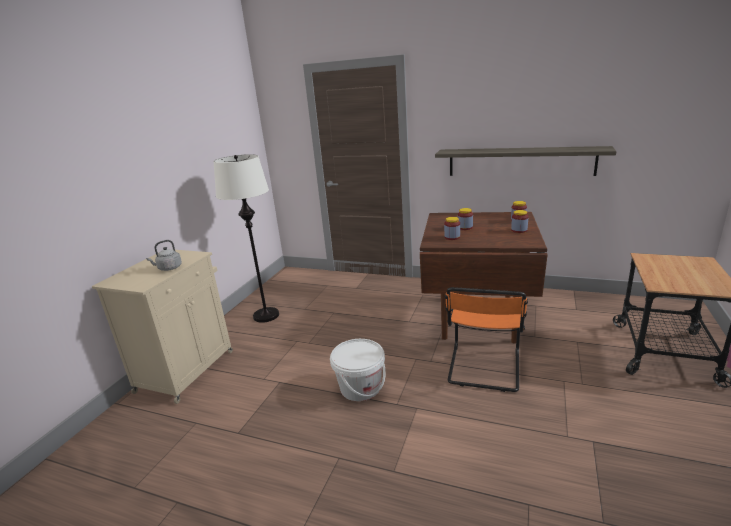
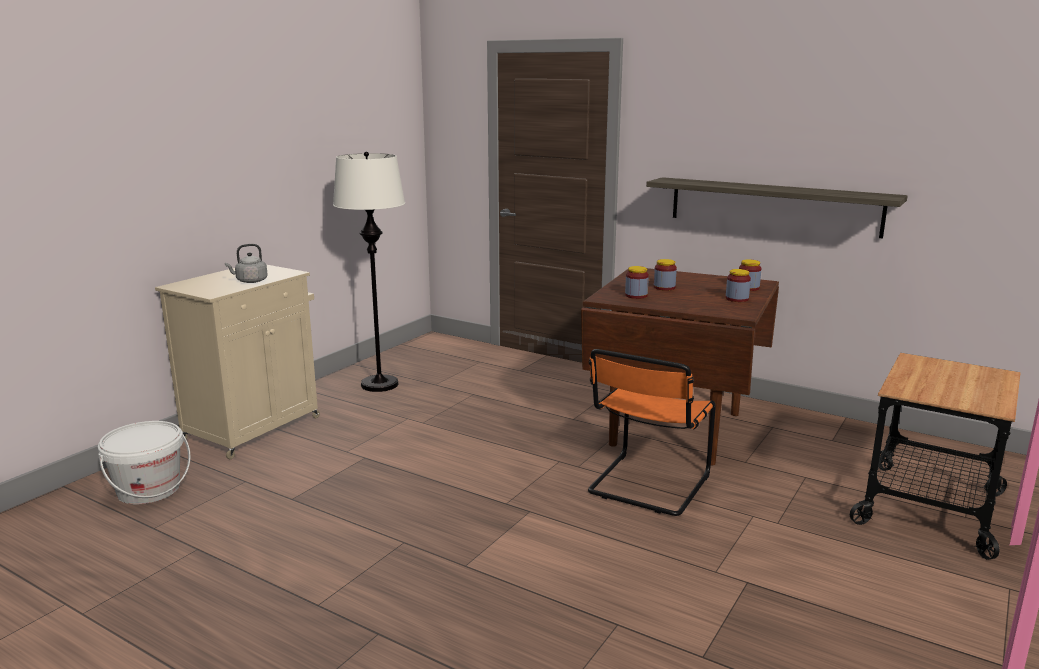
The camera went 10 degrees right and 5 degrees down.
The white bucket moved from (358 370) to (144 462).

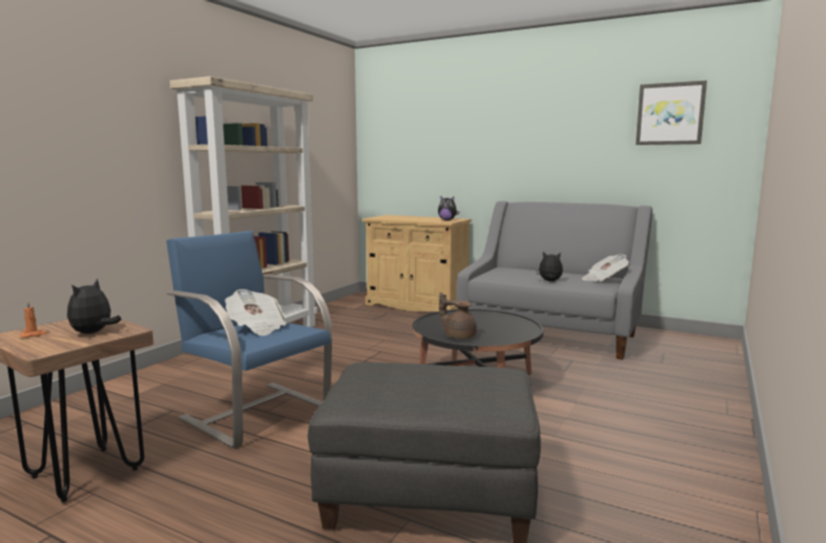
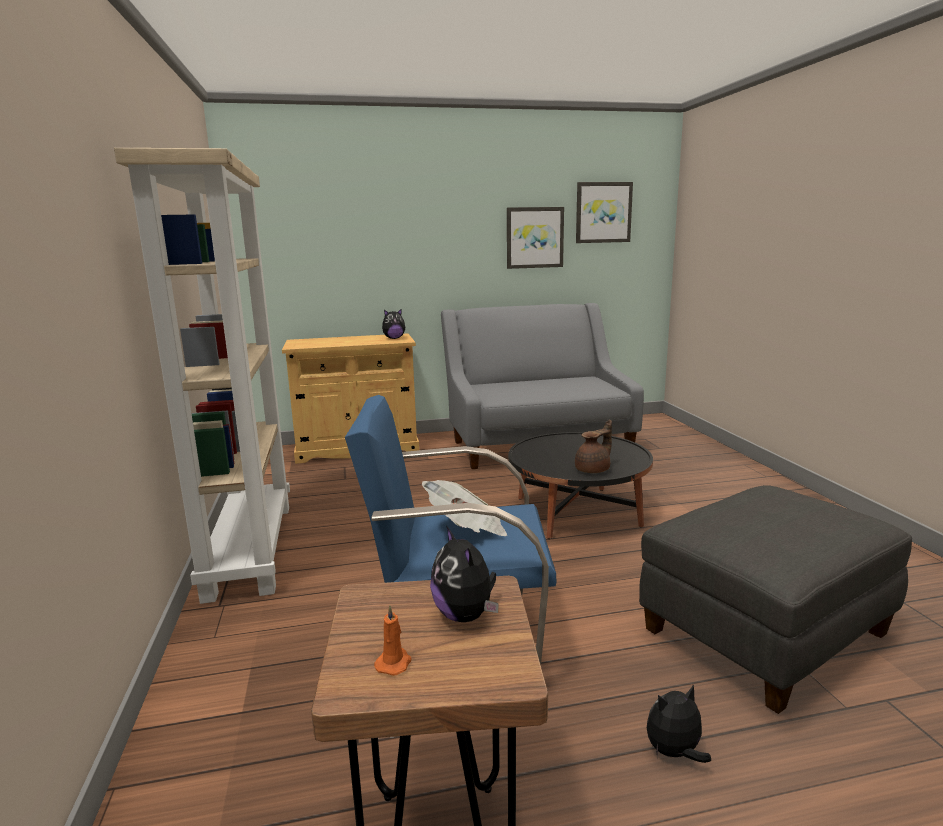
The camera went 40 degrees left and 5 degrees up.
The newspaper at (605 267) disappeared.
The picture at (535 238) appeared.
The plush toy moved from (549 266) to (679 723).
The brown teapot at (458 315) turned 150 degrees clockwise.

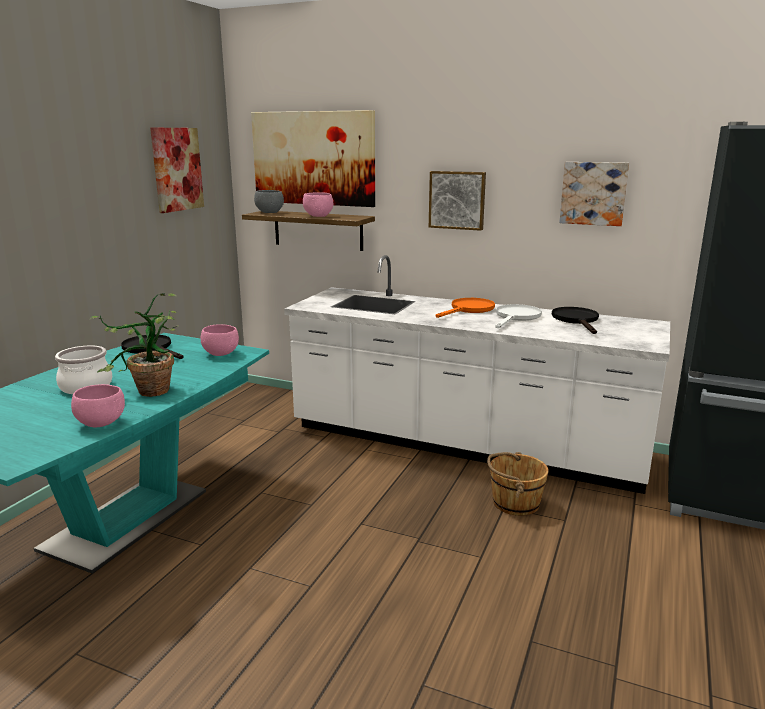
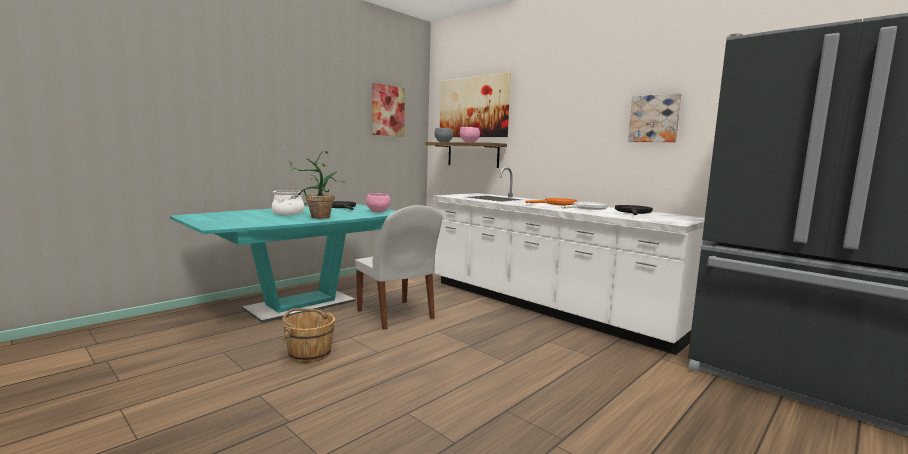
The camera went 20 degrees right and 10 degrees down.
The pink bowl at (98 405) disappeared.
The picture at (457 201) disappeared.
The white chair at (399 267) appeared.
The brown bucket moved from (518 484) to (308 335).

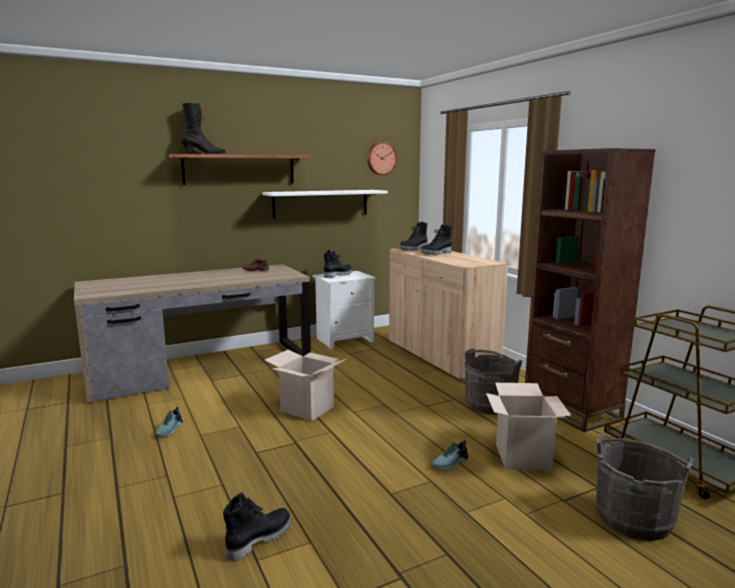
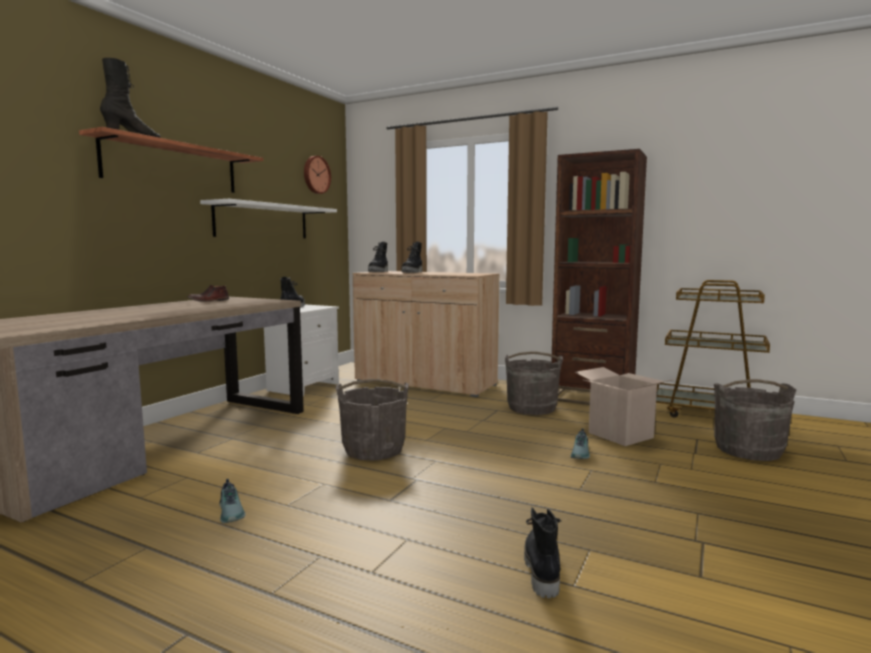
The camera went 35 degrees left and 5 degrees down.
The cardboard box at (305 385) was replaced by the grey bucket at (372 420).

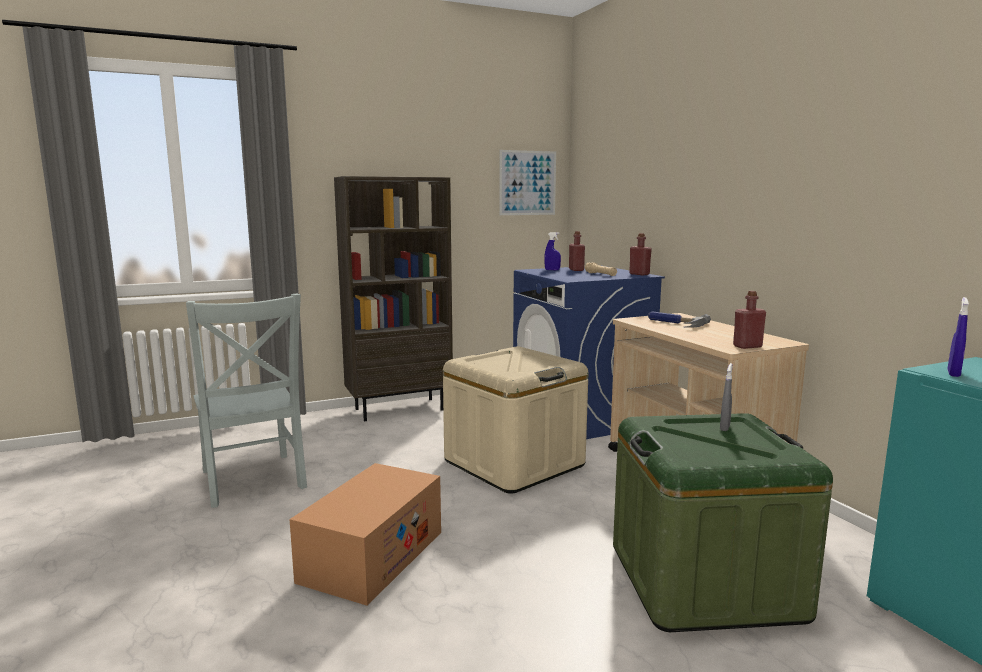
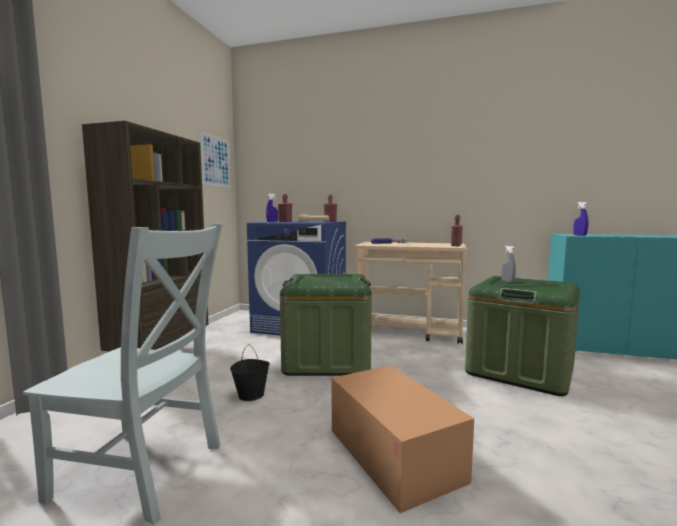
The camera went 50 degrees left and 5 degrees down.
The black bucket at (250 372) appeared.
The beige storage box at (516 420) became the green storage box at (326 325).

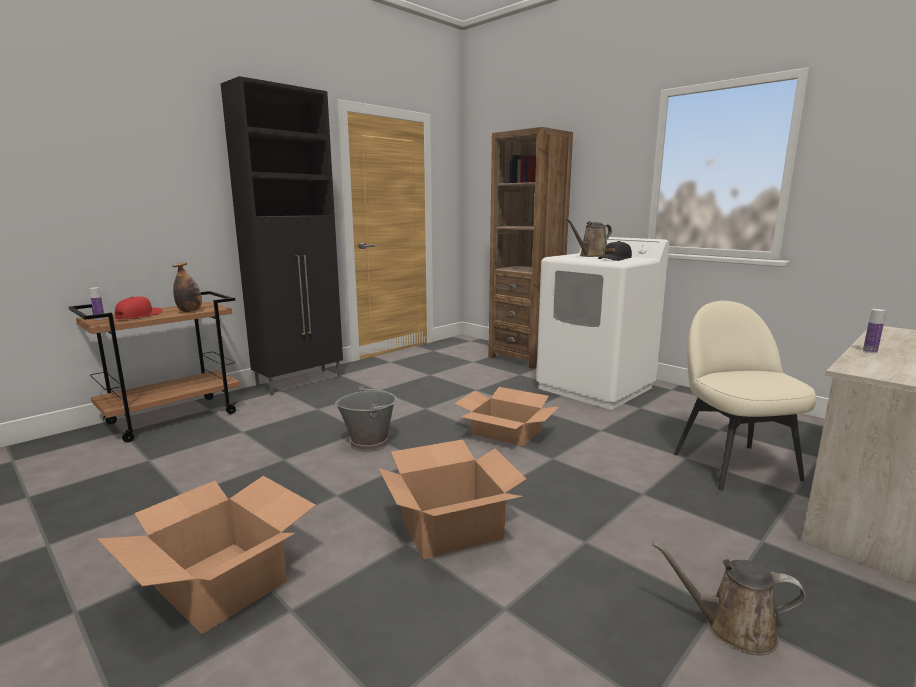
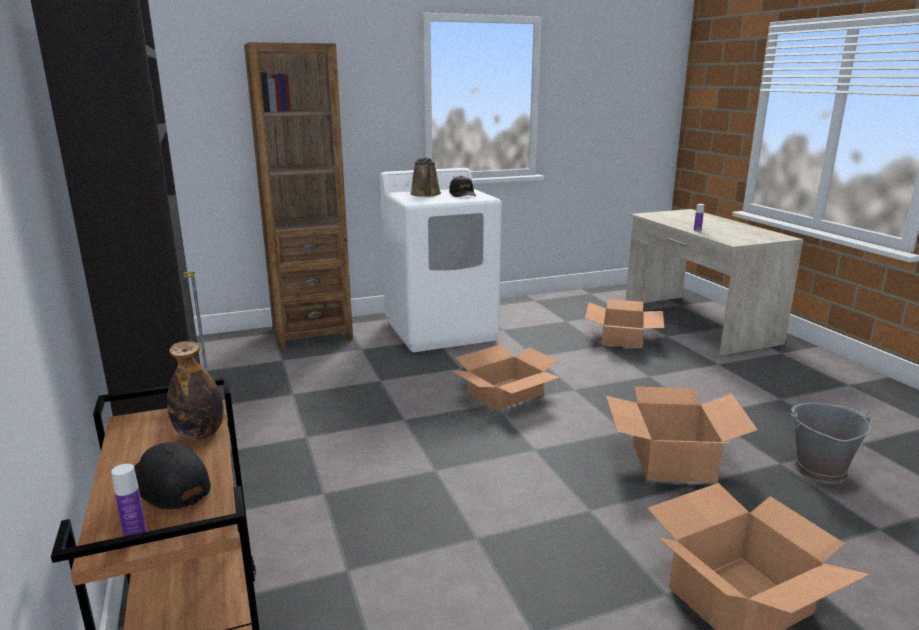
The camera went 65 degrees left and 5 degrees up.
The brown watering can at (729 598) disappeared.
The grey bucket moved from (366 419) to (831 443).
The beige chair at (745 395) was replaced by the cardboard box at (624 323).
The red cap at (138 307) became the black cap at (172 475).

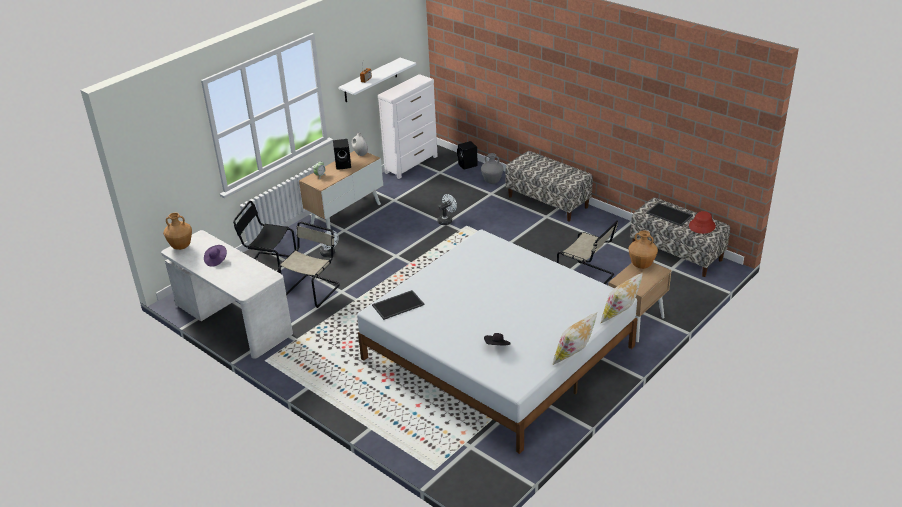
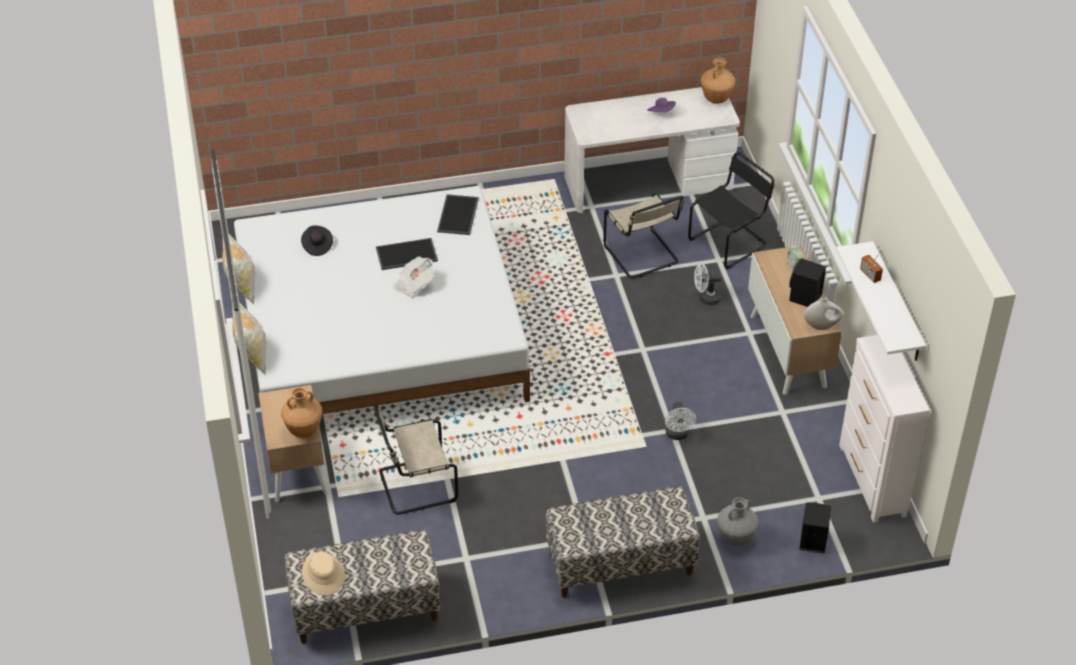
The camera went 125 degrees right and 10 degrees up.
The newspaper at (413 277) appeared.
The tray moved from (669 214) to (407 254).
The red hat at (702 222) became the beige hat at (323 573).

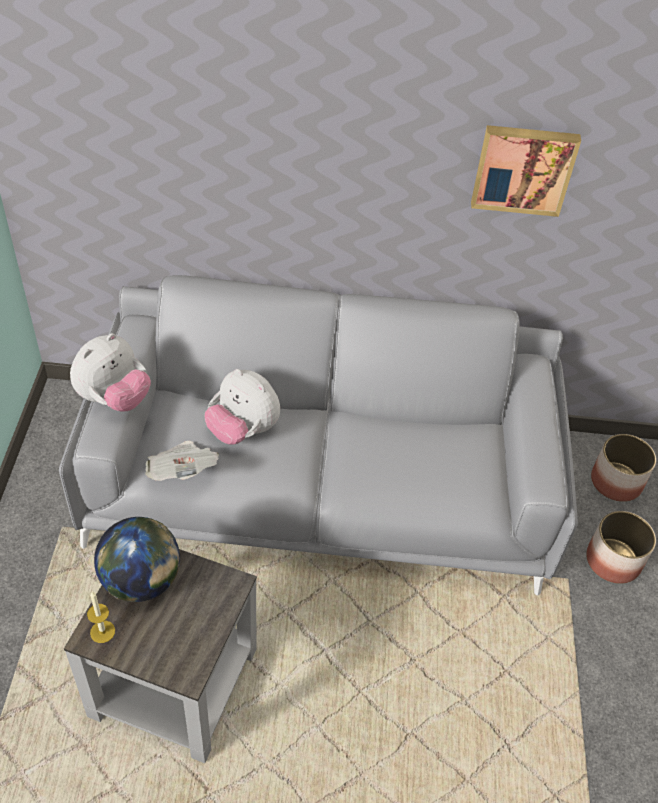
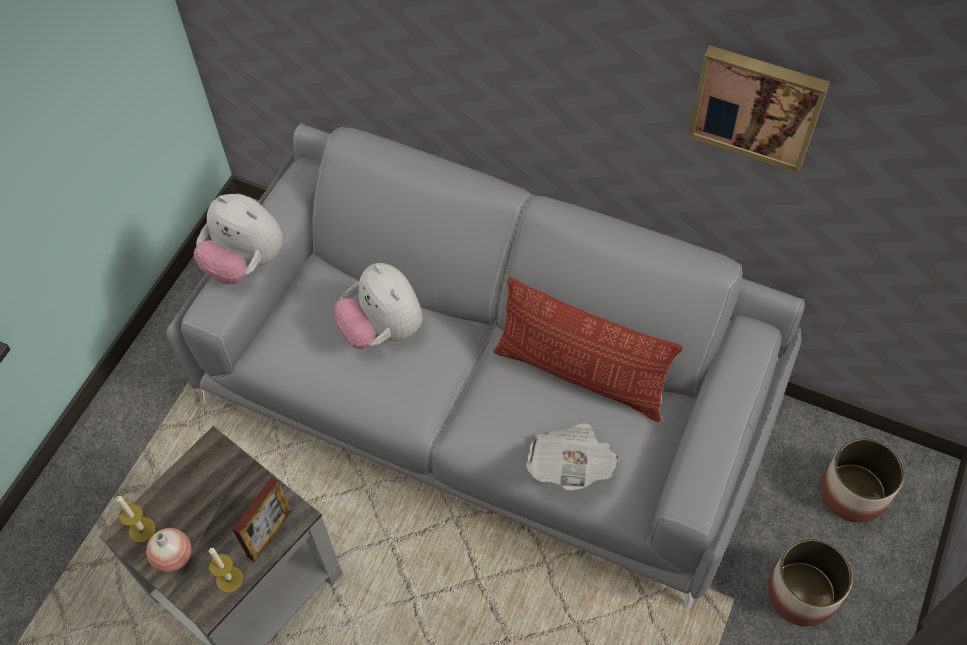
The camera went 25 degrees right and 10 degrees up.
The globe at (137 559) disappeared.
The vase at (168 550) appeared.
The candle at (226 570) appeared.
The picture frame at (262 519) appeared.
The pillow at (588 349) appeared.
The newspaper moved from (182 461) to (572 456).
The plush toy at (110 372) turned 60 degrees clockwise.

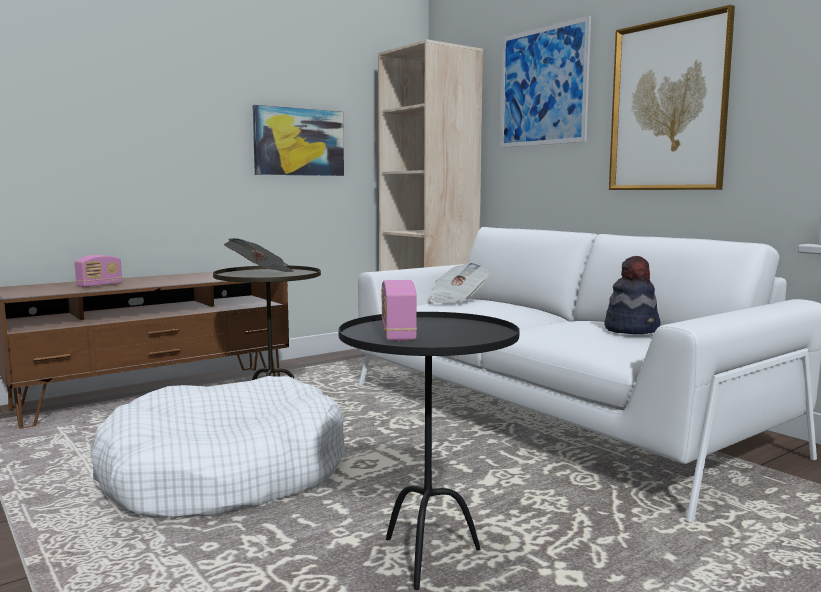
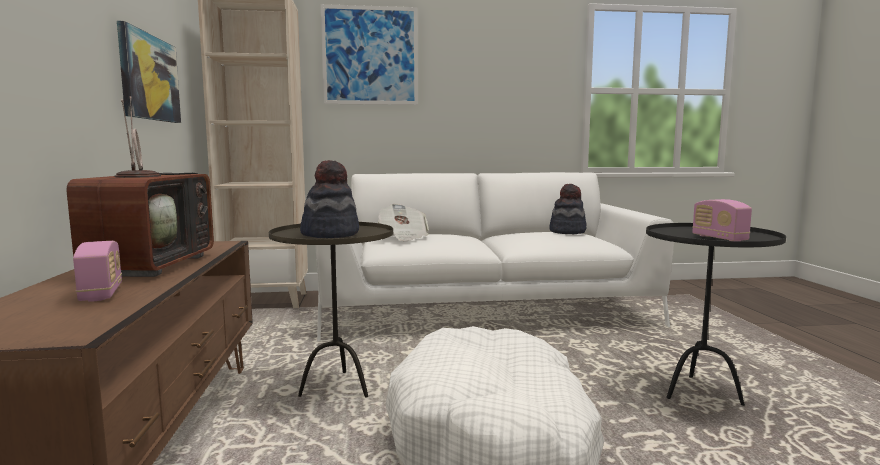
The camera went 60 degrees left and 0 degrees up.
The picture at (672 97) disappeared.
The television at (140 186) appeared.
The newspaper at (258 255) was replaced by the hat at (329 199).
The radio at (399 311) turned 45 degrees clockwise.

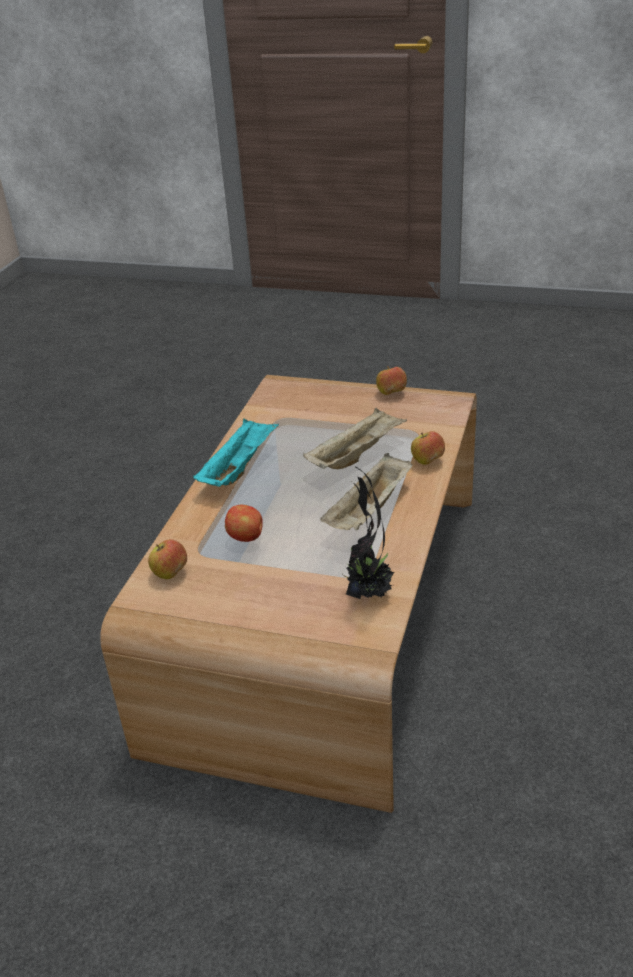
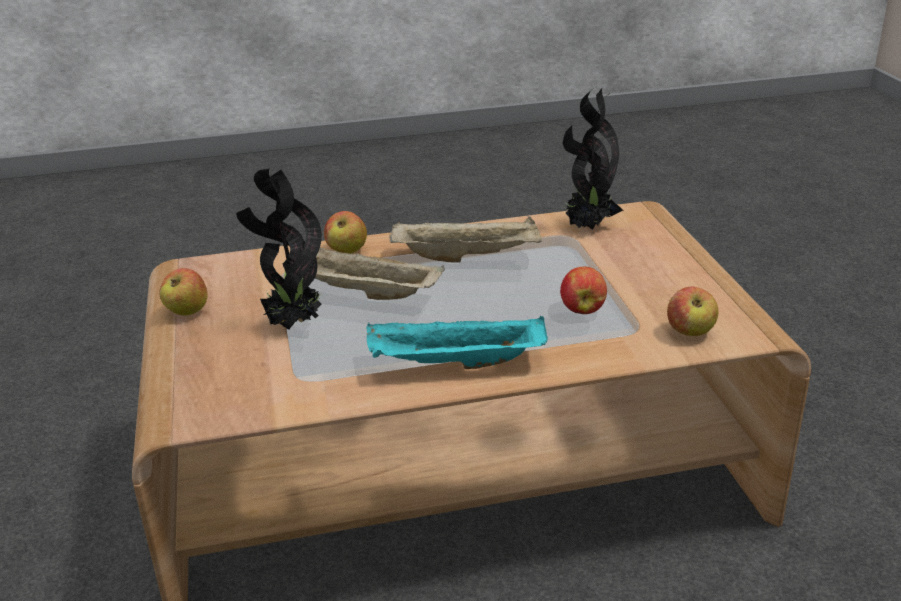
The camera went 120 degrees left and 5 degrees down.
The potted plant at (279 249) appeared.

